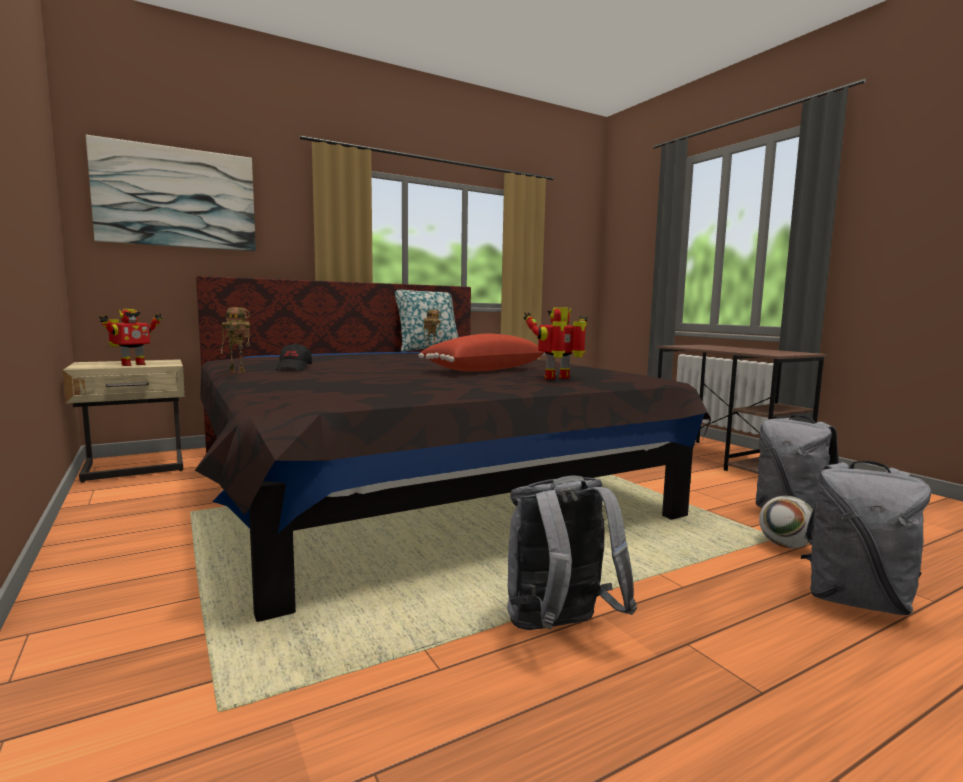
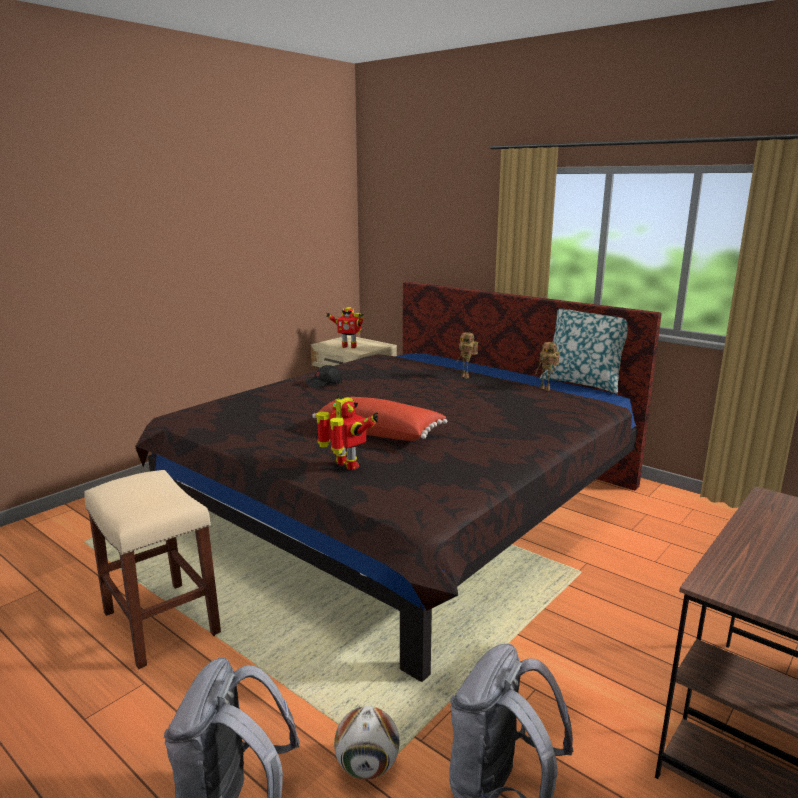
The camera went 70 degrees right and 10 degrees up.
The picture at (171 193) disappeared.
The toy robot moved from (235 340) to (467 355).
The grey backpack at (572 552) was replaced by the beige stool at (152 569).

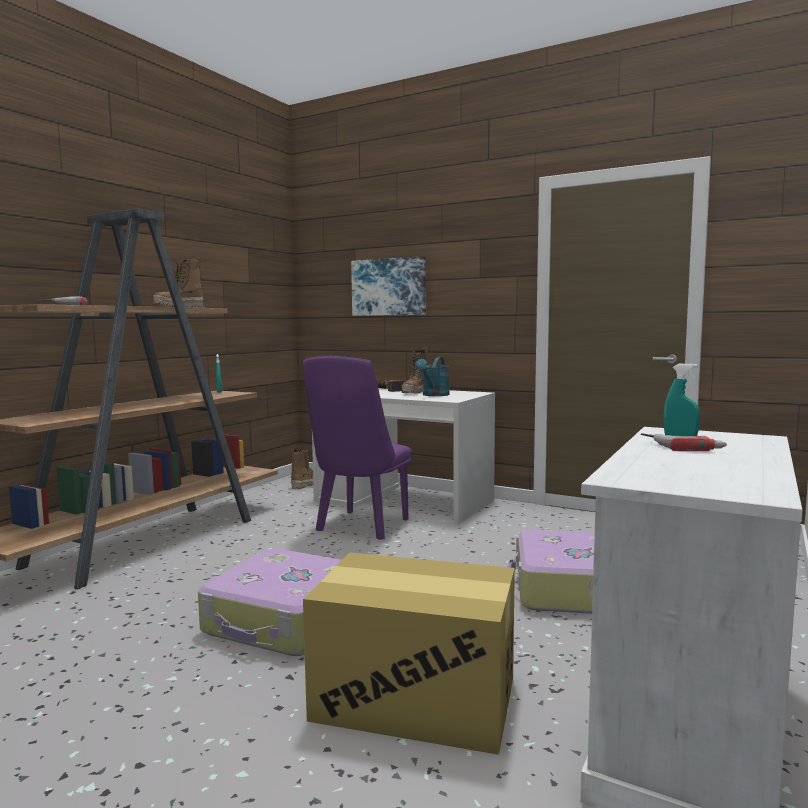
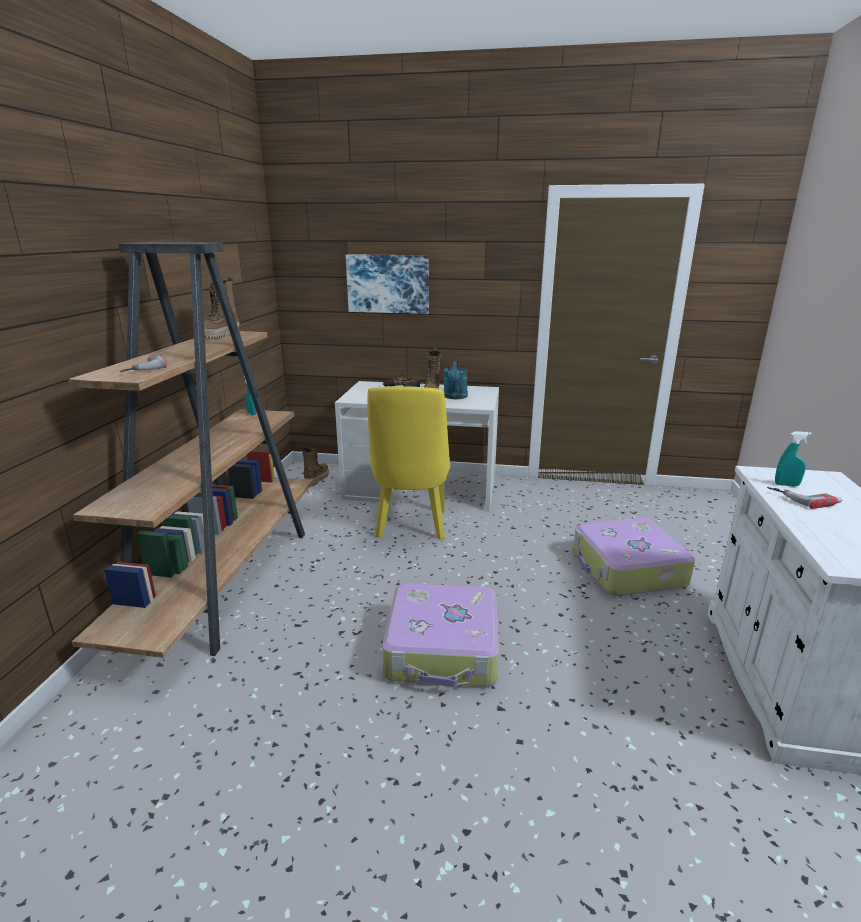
The camera went 20 degrees left and 15 degrees up.
The cardboard box at (409 653) disappeared.
The purple chair at (357 448) became the yellow chair at (408 463).

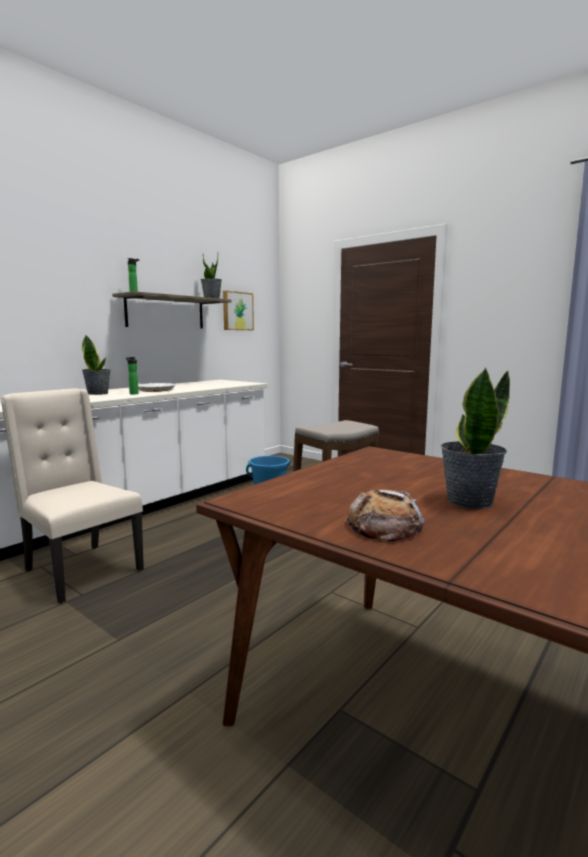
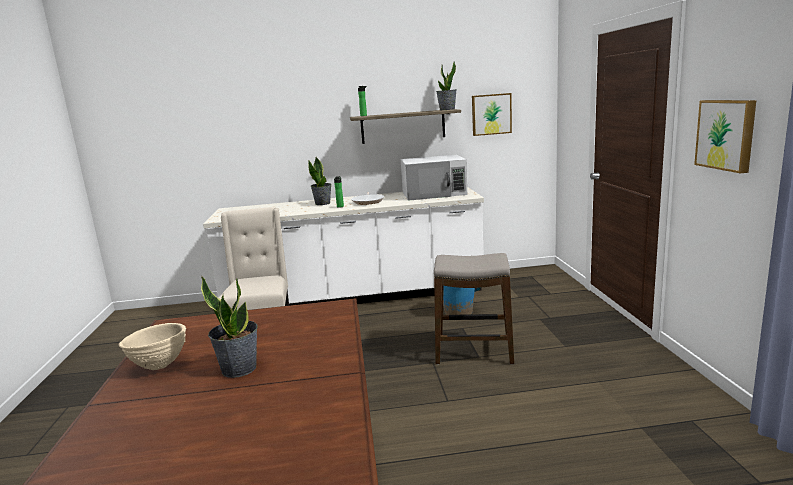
The camera went 45 degrees right and 5 degrees up.
The white microwave at (434 178) appeared.
The picture at (725 136) appeared.
The bread at (384 515) was replaced by the beige bowl at (152 346).

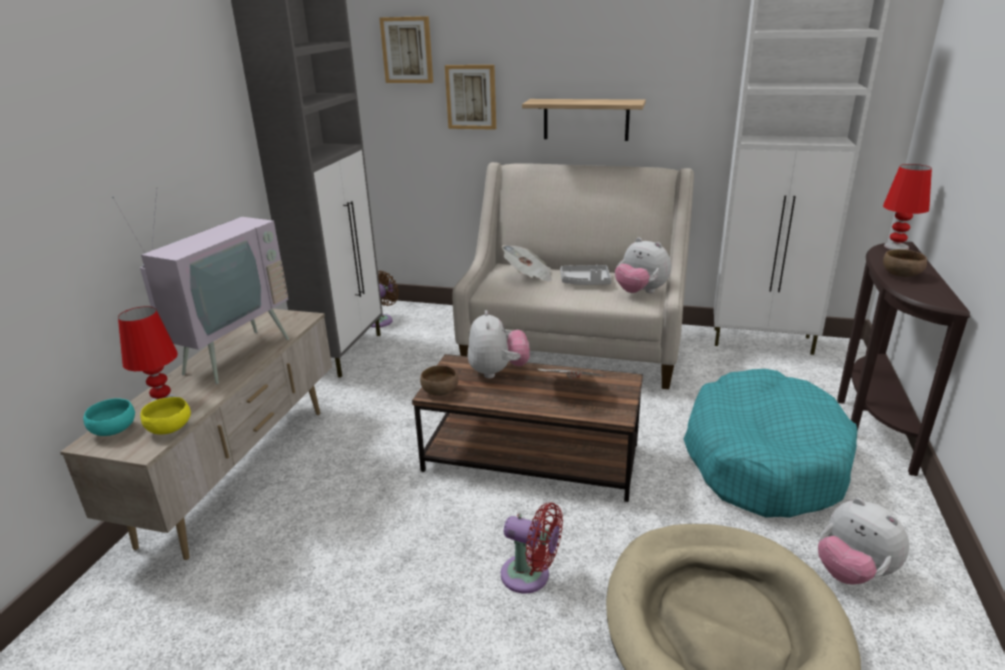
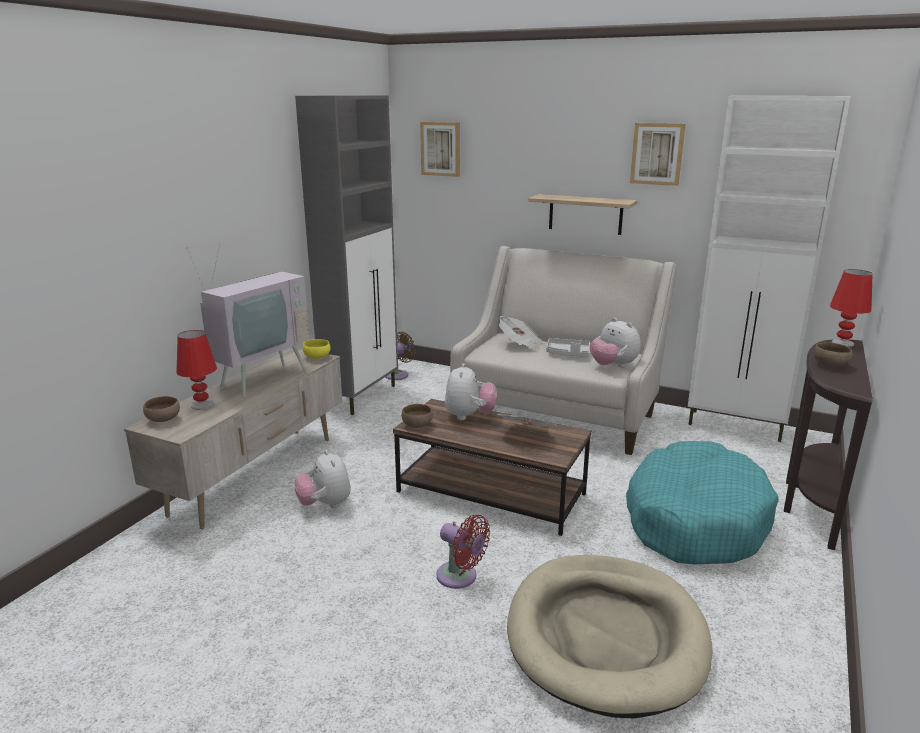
The camera went 10 degrees right and 5 degrees down.
The yellow bowl moved from (165 416) to (317 349).
The picture moved from (470 97) to (657 154).
The plush toy moved from (863 541) to (323 479).
The turquoise bowl at (109 417) became the brown bowl at (161 409).

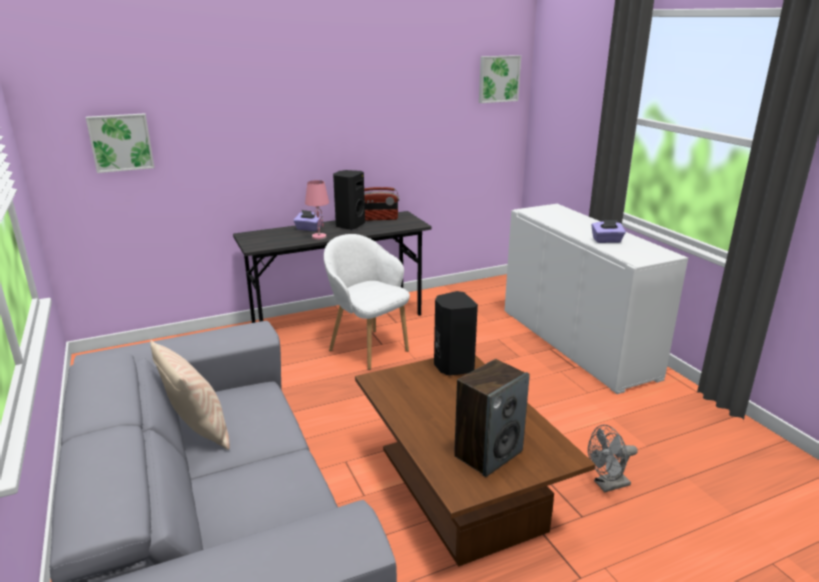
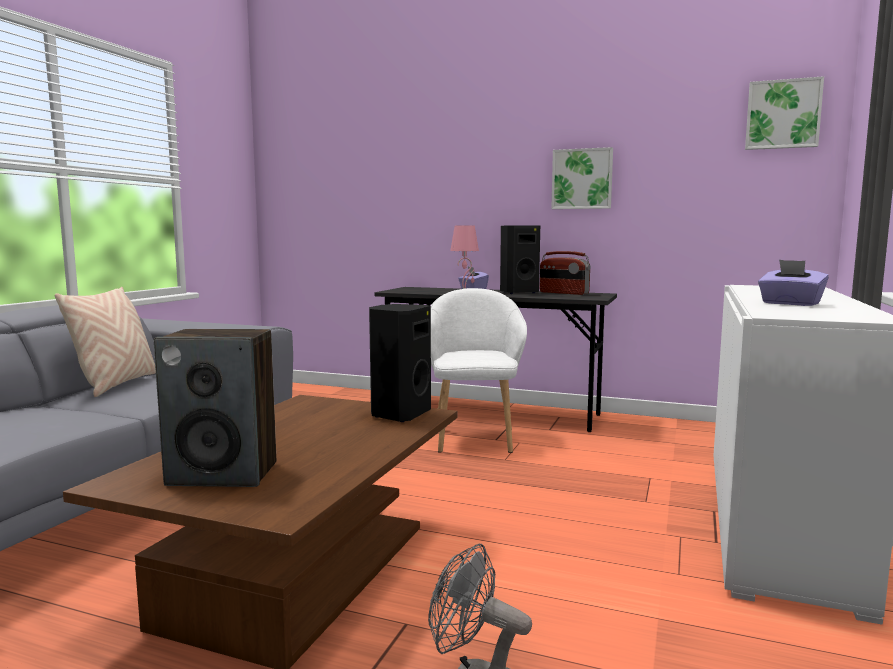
The camera went 45 degrees right and 15 degrees down.
The picture moved from (120 143) to (582 178).

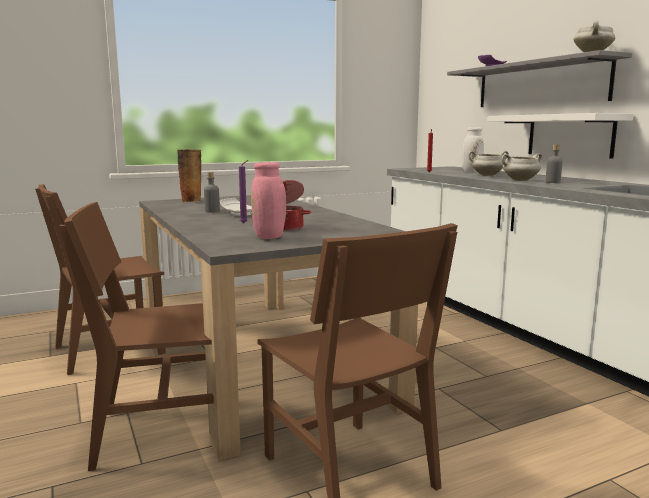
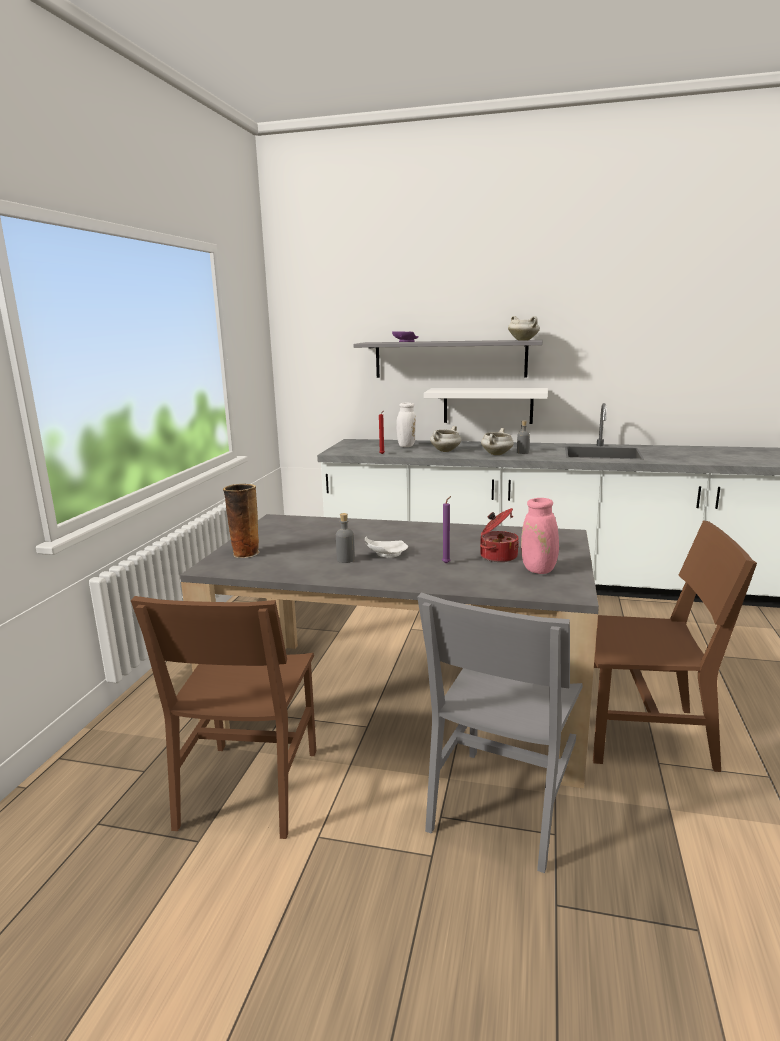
The camera went 50 degrees left and 5 degrees up.
The brown chair at (136 336) became the grey chair at (500 733).

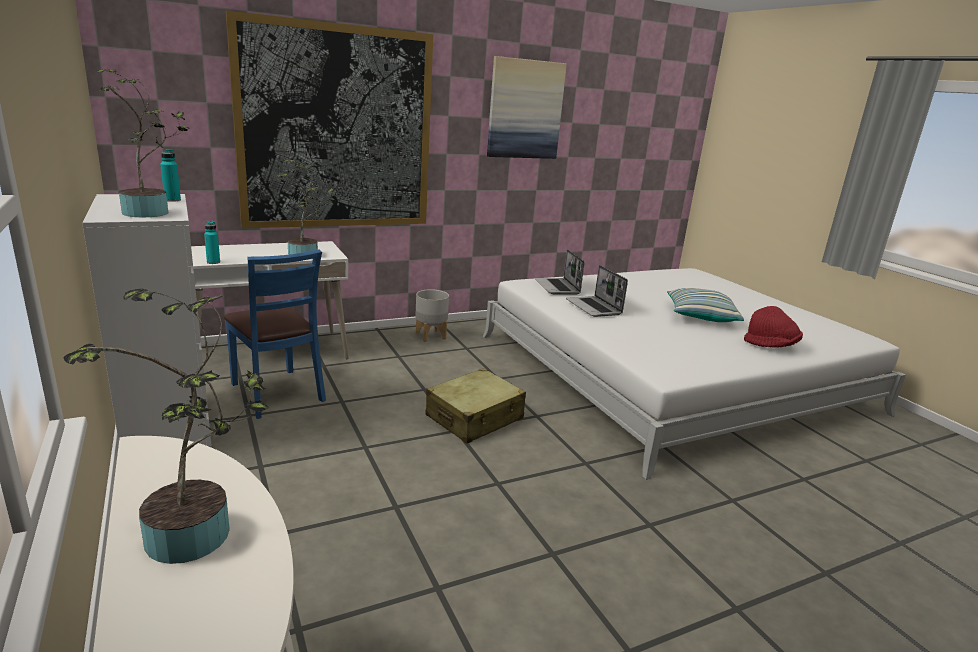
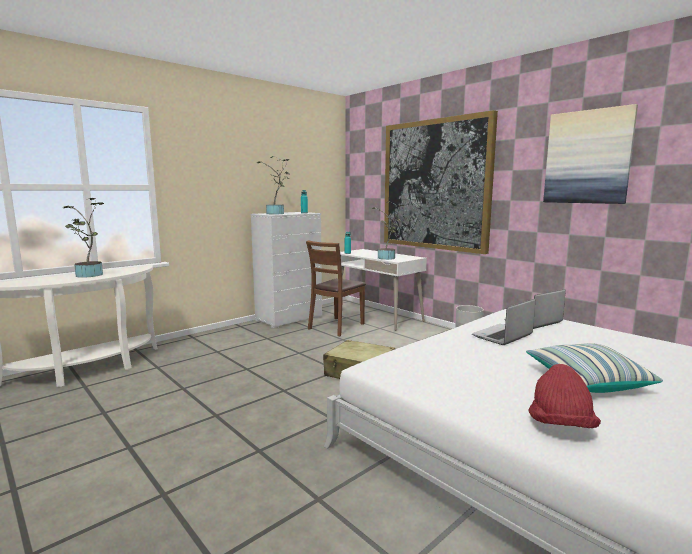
The camera went 75 degrees right and 10 degrees down.
The blue chair at (275 334) became the brown chair at (336 288).

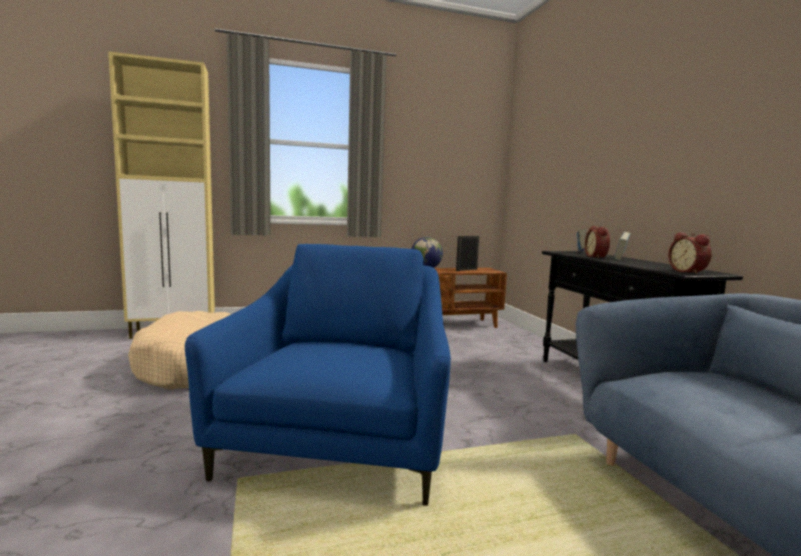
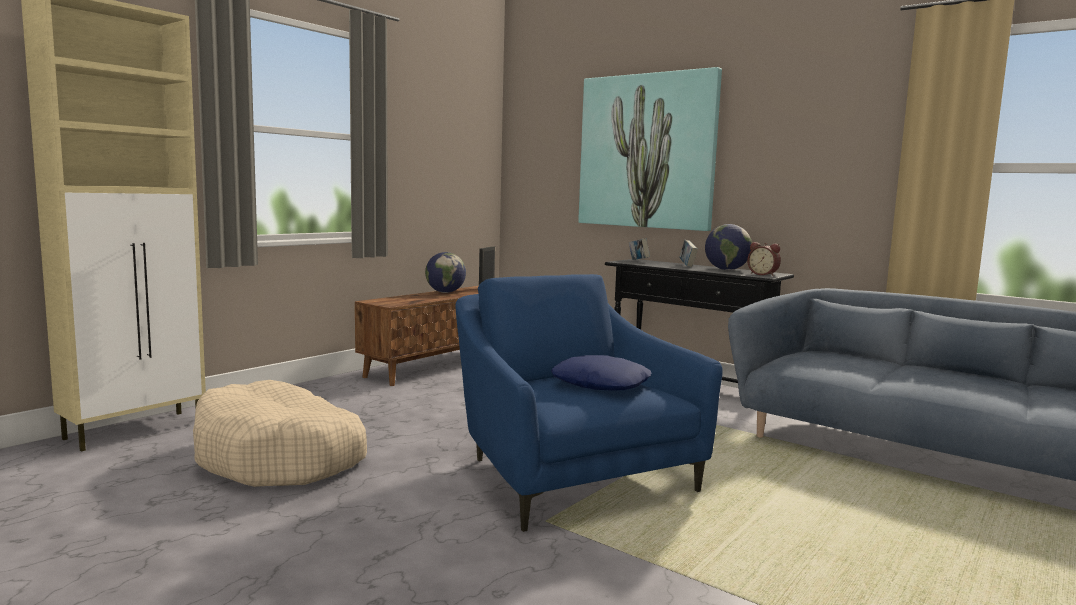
The camera went 35 degrees left and 0 degrees up.
The alarm clock at (597 242) disappeared.
The blue pillow at (601 373) appeared.
The picture at (650 149) appeared.
The globe at (728 247) appeared.

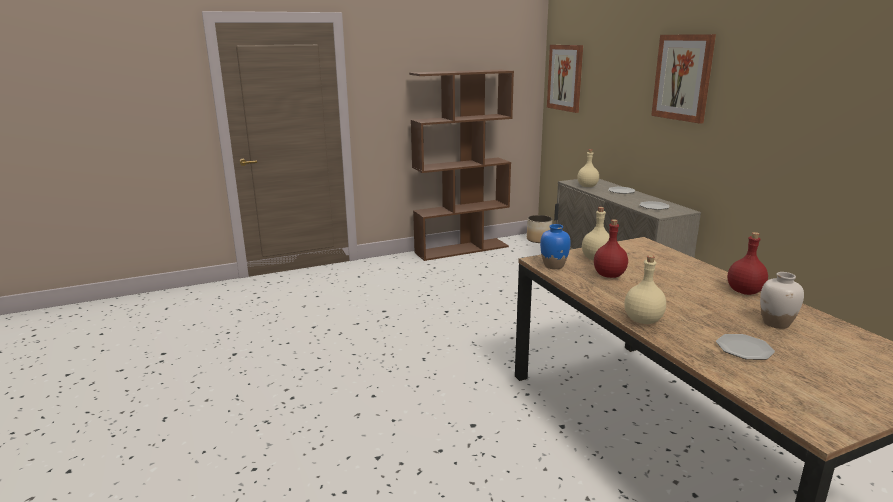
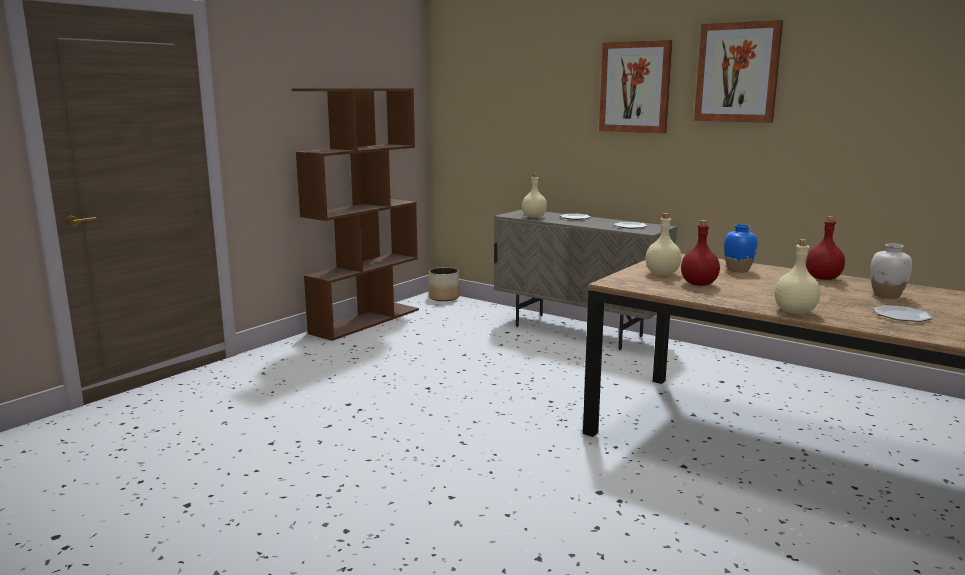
The camera went 30 degrees left and 5 degrees down.
The blue vase moved from (555 246) to (741 248).
The picture moved from (565 79) to (738 71).

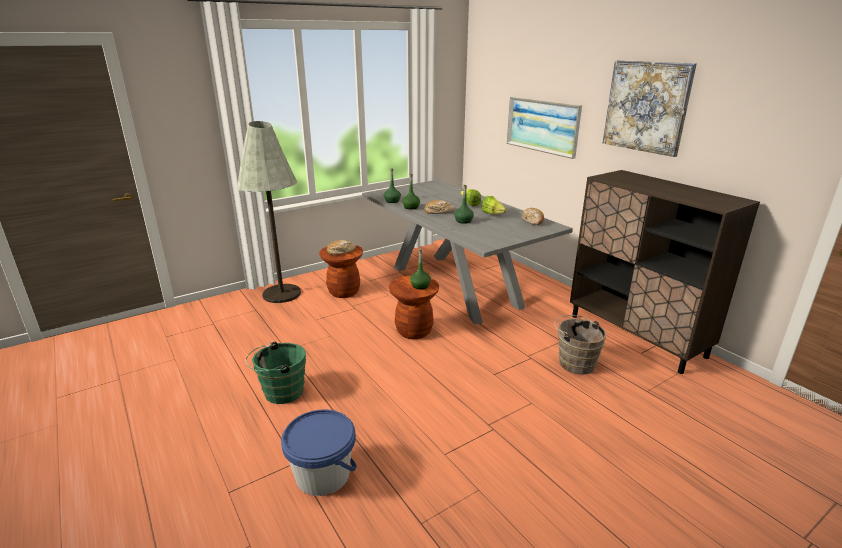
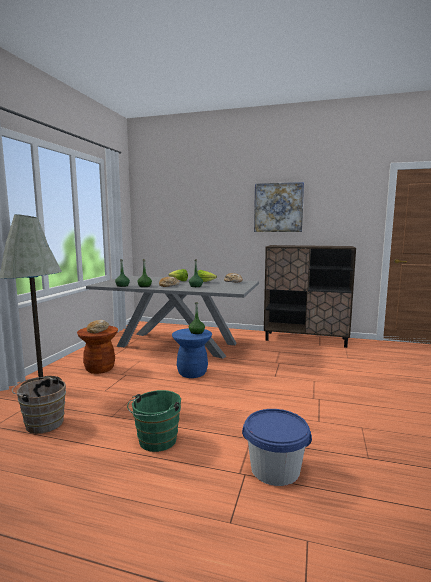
The camera went 40 degrees left and 15 degrees down.
The picture at (544 128) disappeared.
The brown bucket moved from (580 345) to (39 405).
The brown stool at (414 307) became the blue stool at (192 353).

